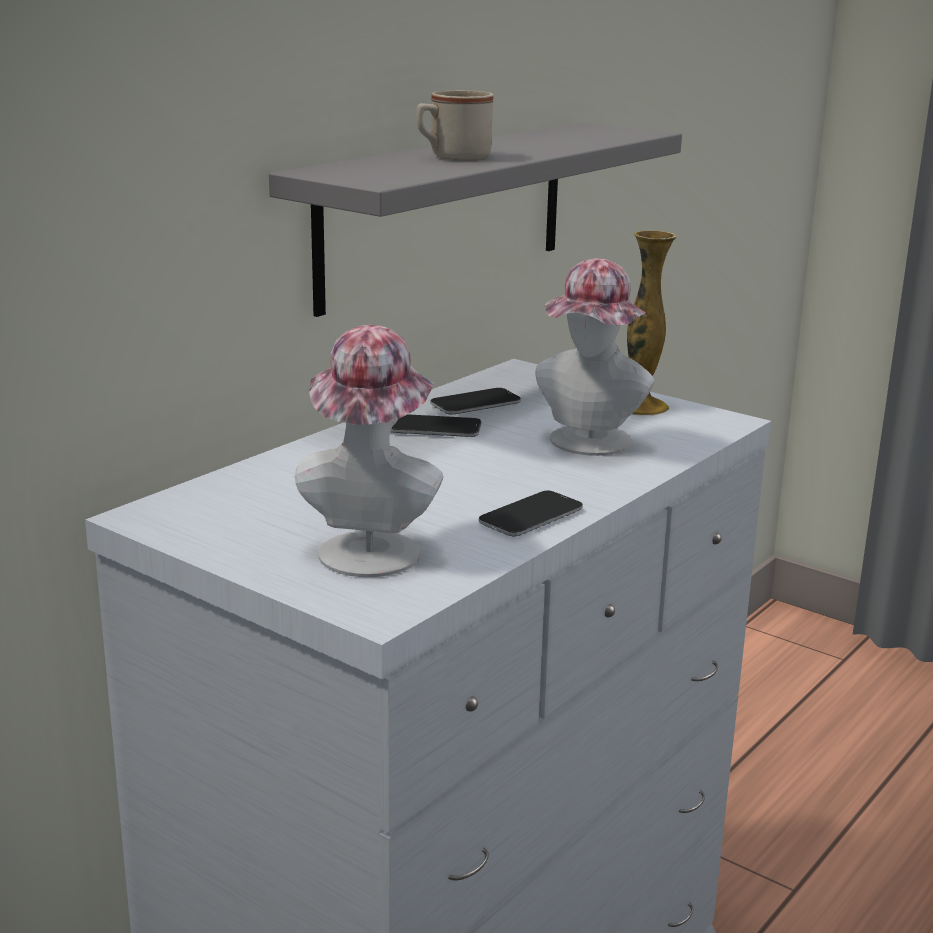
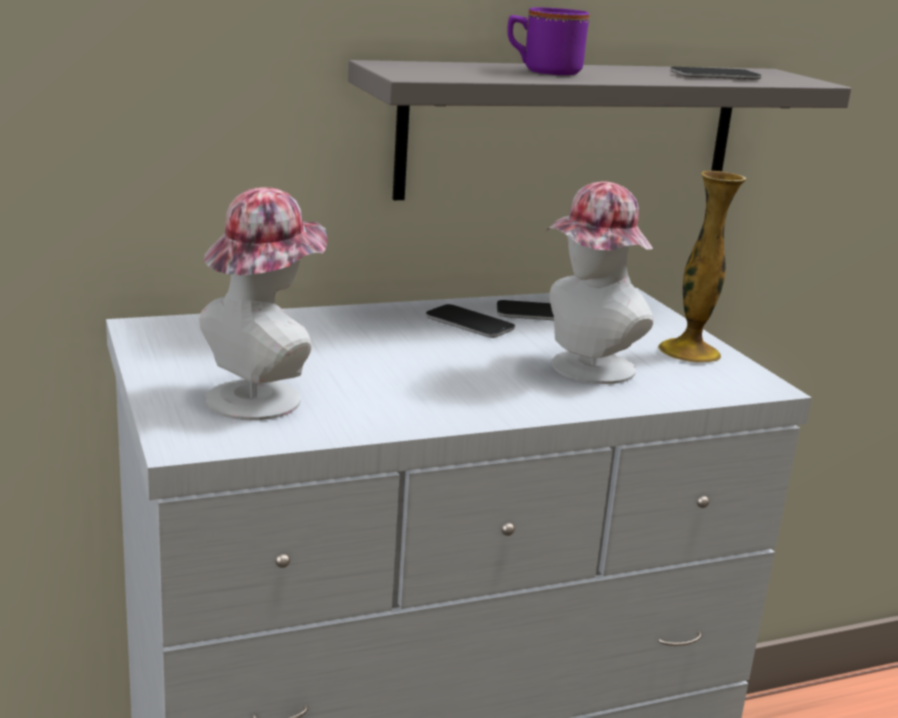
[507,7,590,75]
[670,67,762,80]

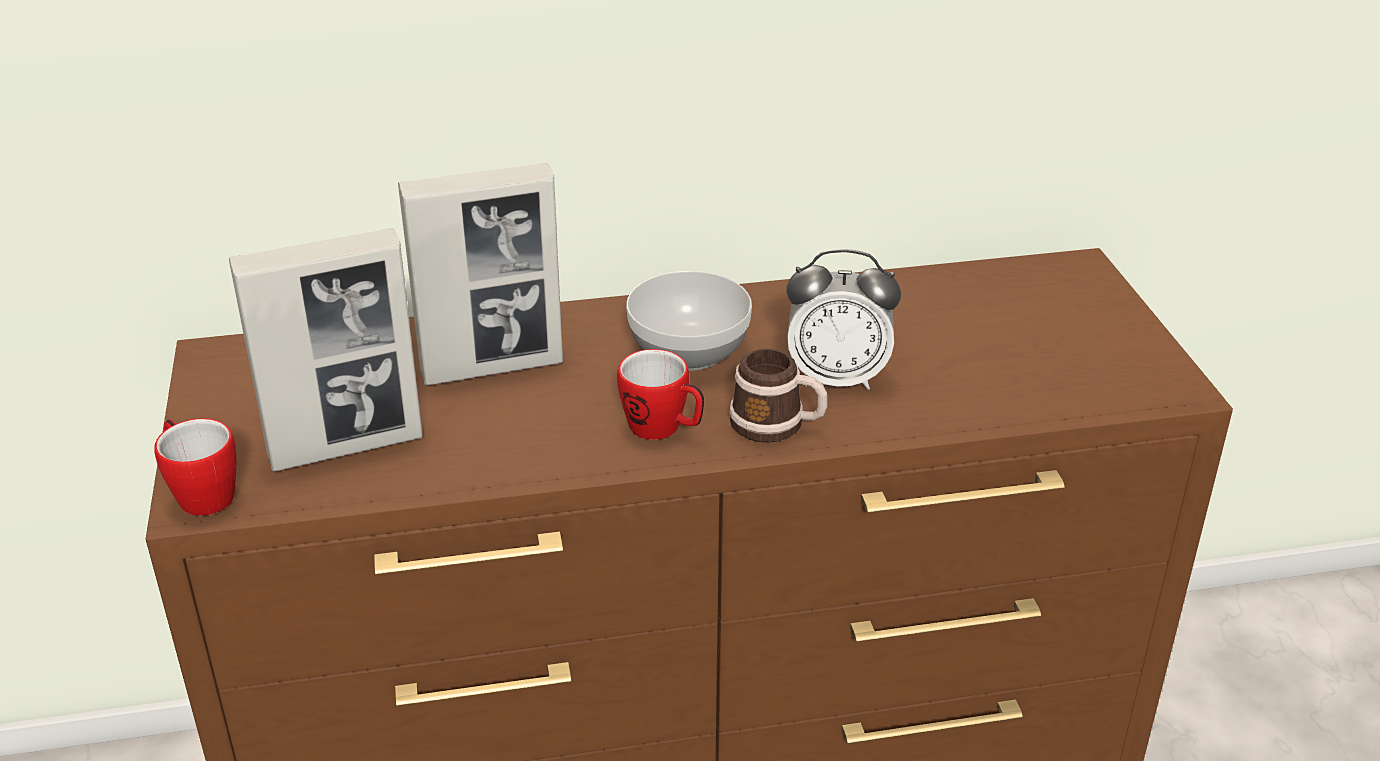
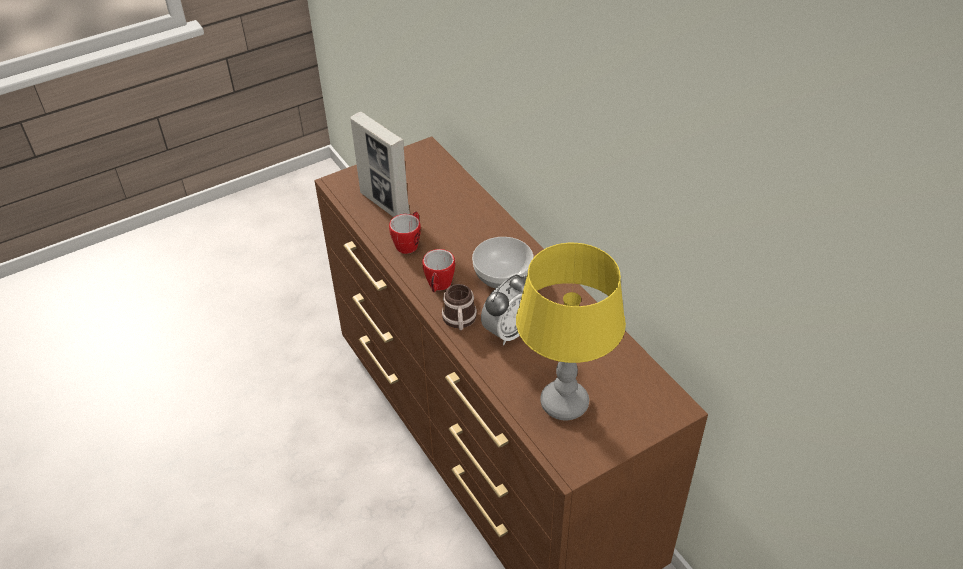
[389,212,421,254]
[398,163,563,385] (first image)
[481,275,526,345]
[516,243,626,420]

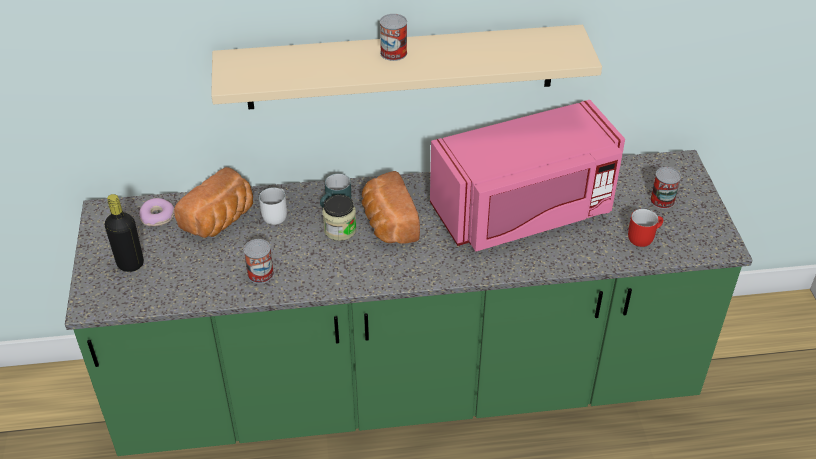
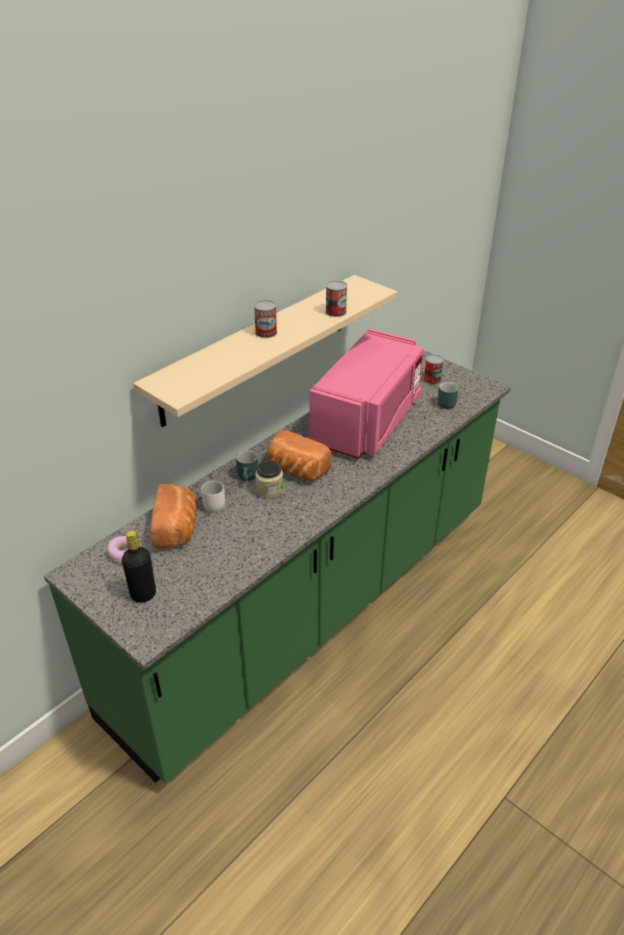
[326,280,347,317]
[438,382,459,409]

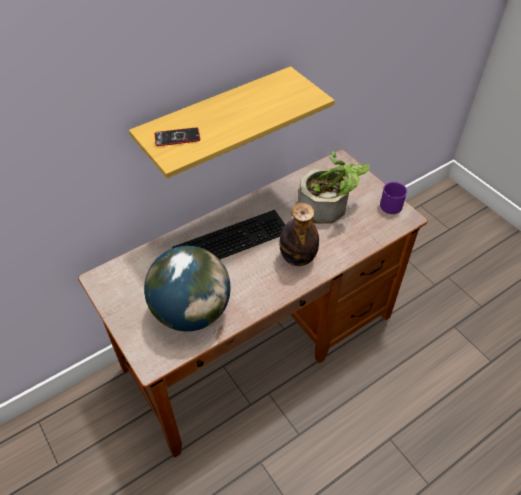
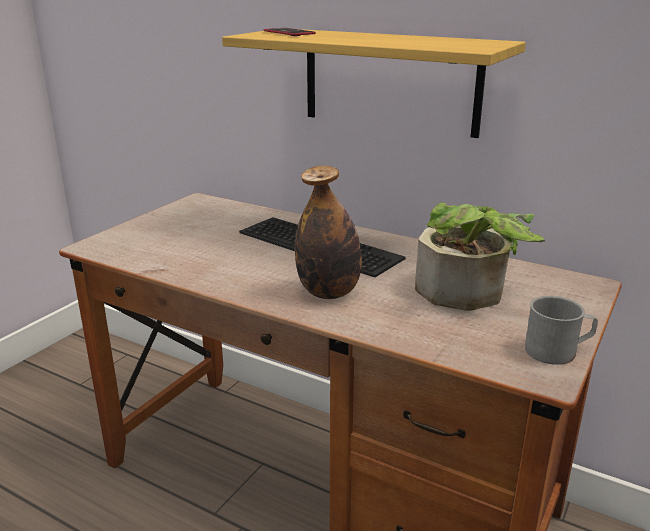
[144,246,231,332] (first image)
[525,296,598,365]

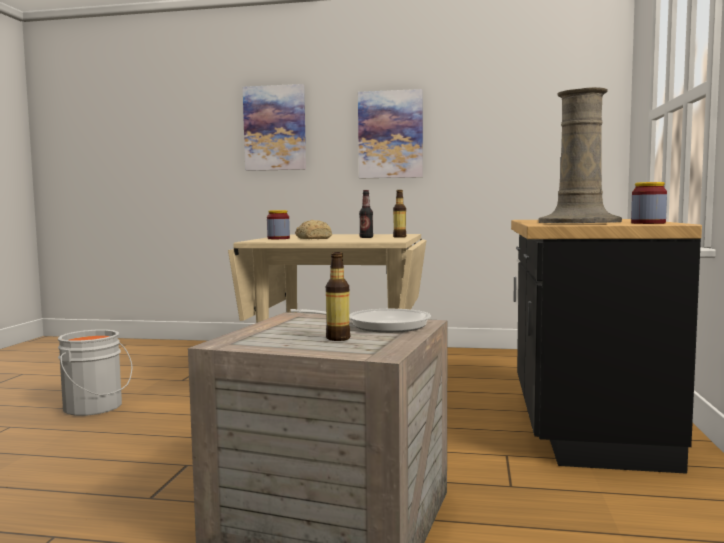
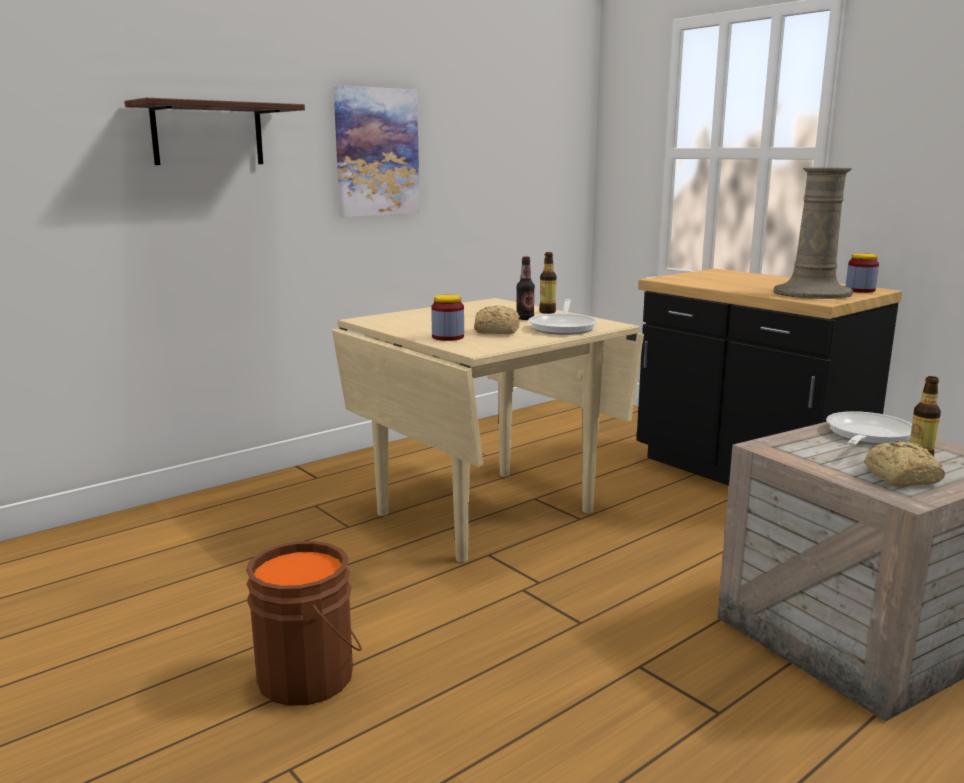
[246,541,362,706]
[125,98,305,165]
[528,299,598,335]
[864,441,945,486]

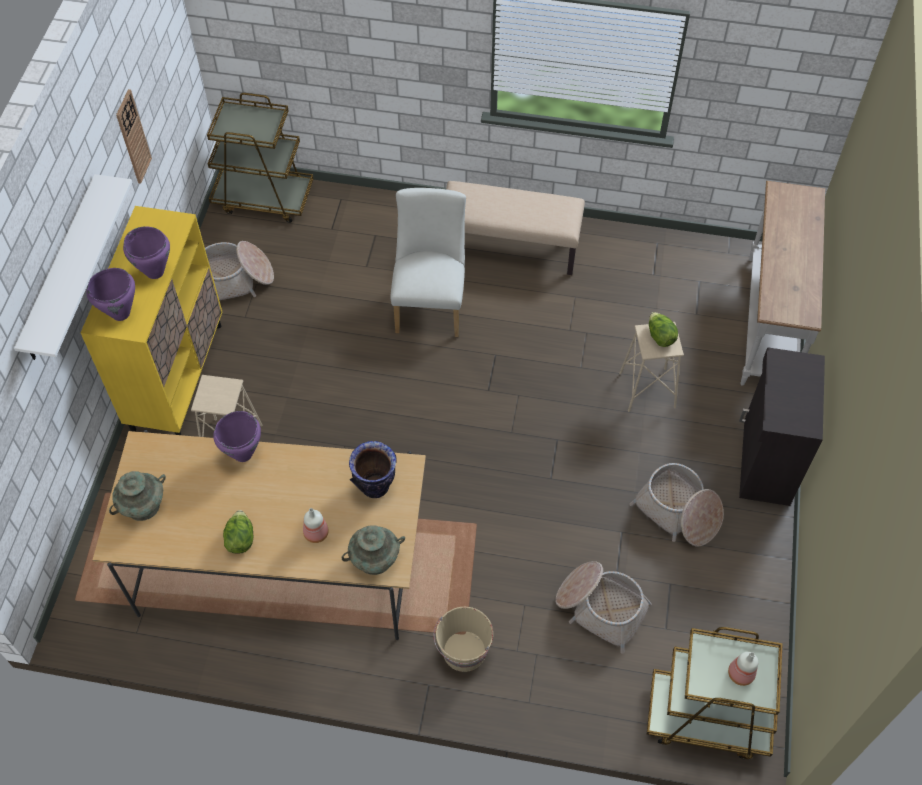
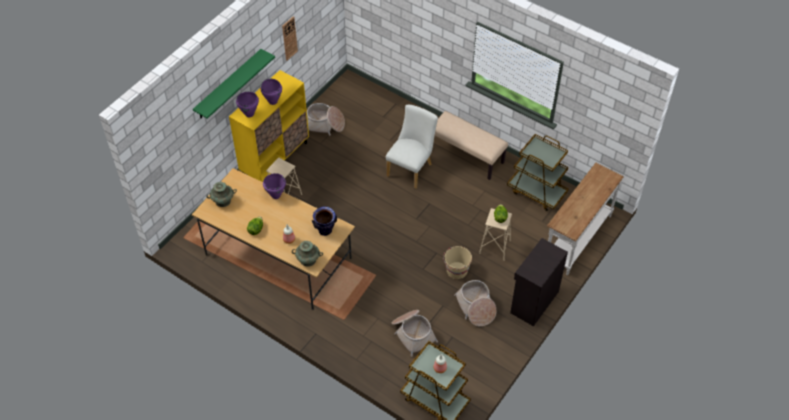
[193,49,275,119]
[507,134,569,211]
[443,246,472,279]

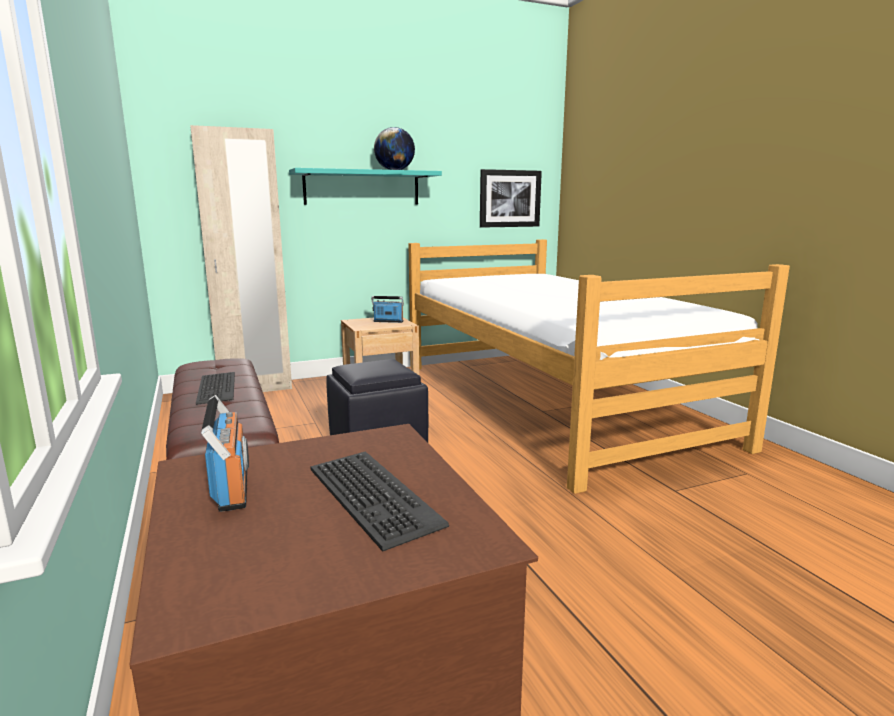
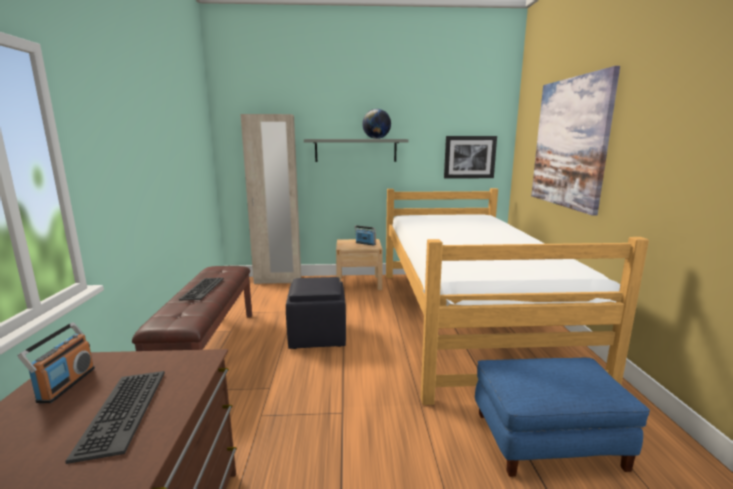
[304,139,409,162]
[475,358,650,477]
[531,66,620,216]

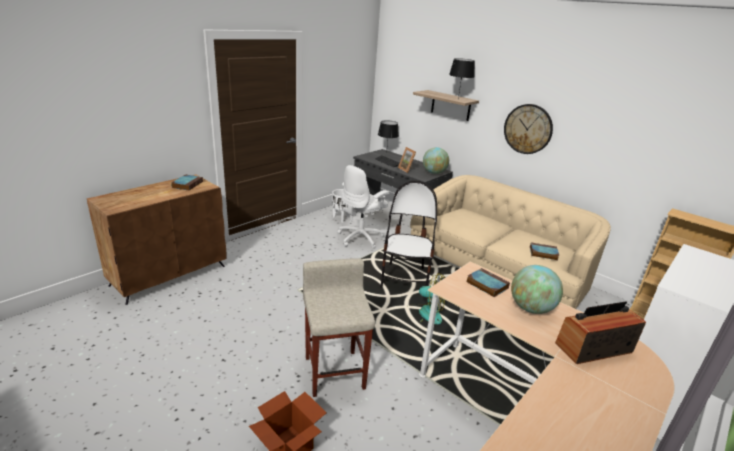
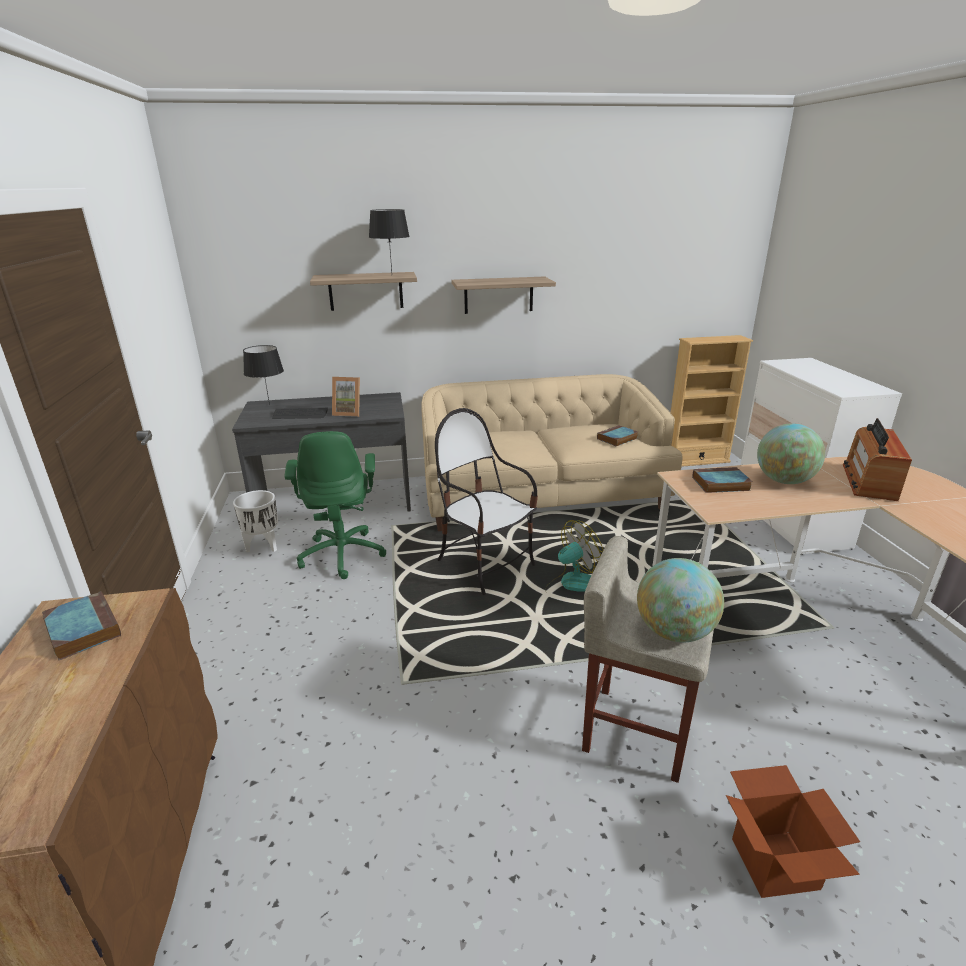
[285,431,386,579]
[637,558,724,643]
[452,277,556,314]

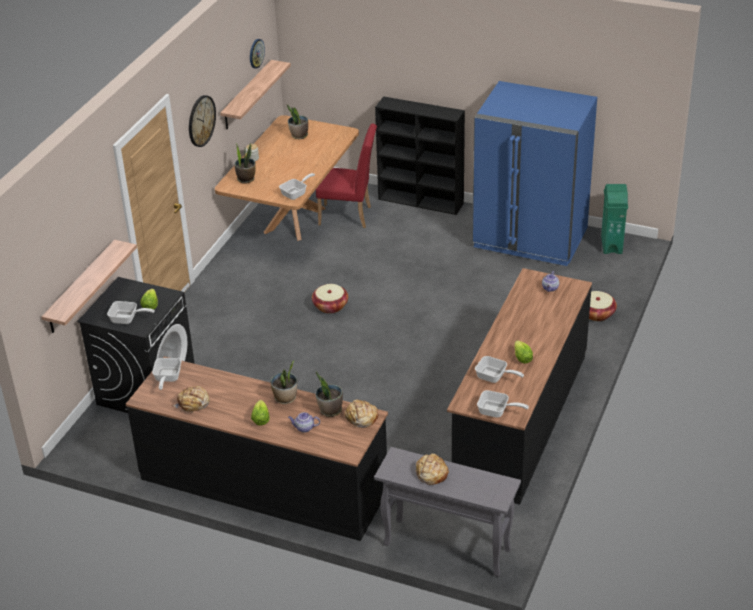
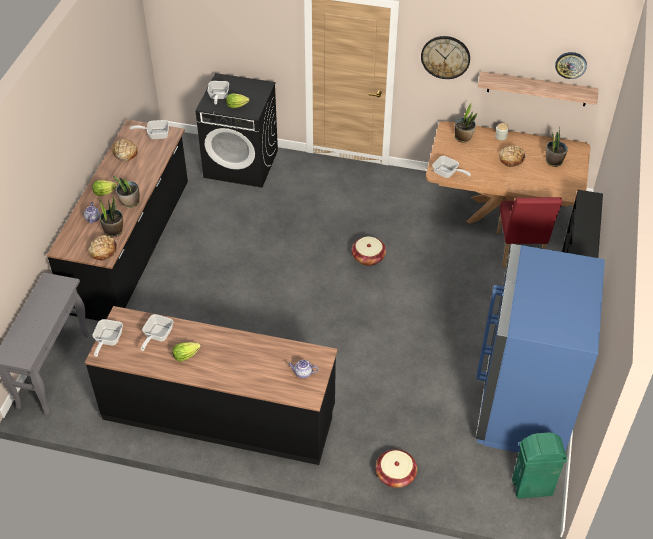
[41,240,137,333] (first image)
[499,145,527,167]

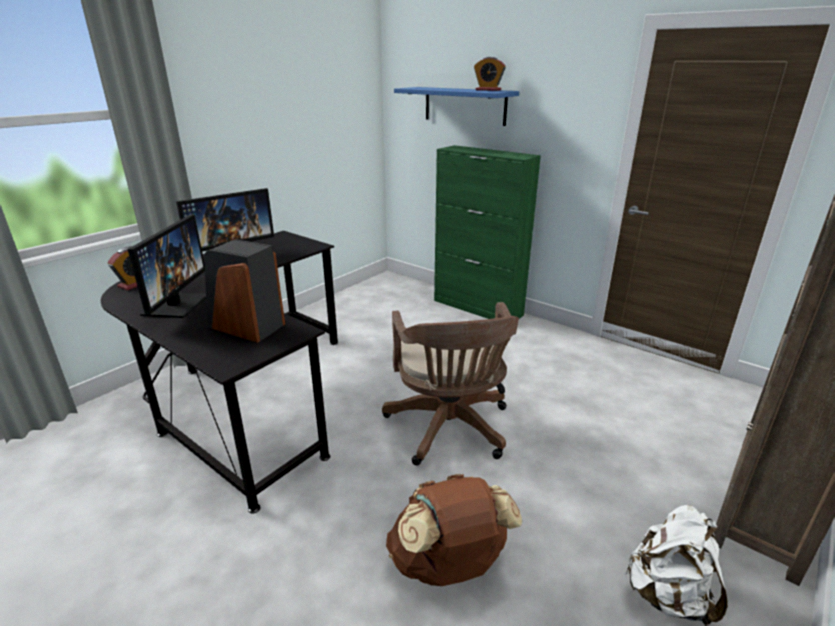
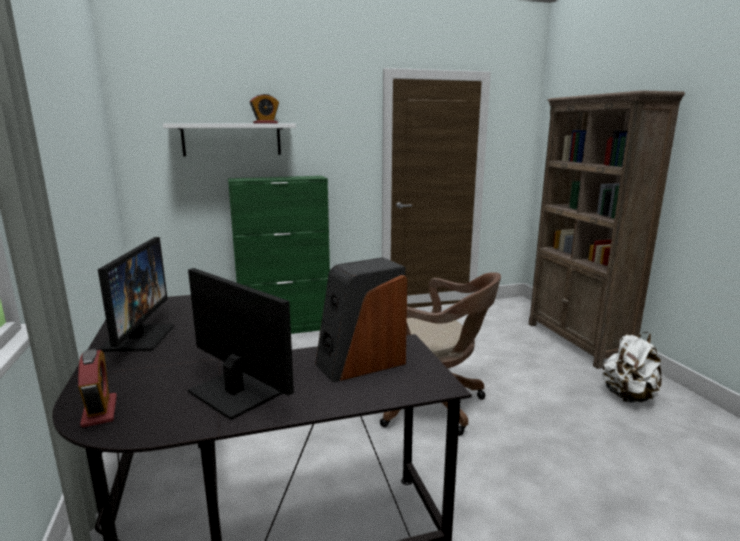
[386,474,522,586] (first image)
[163,123,296,156]

